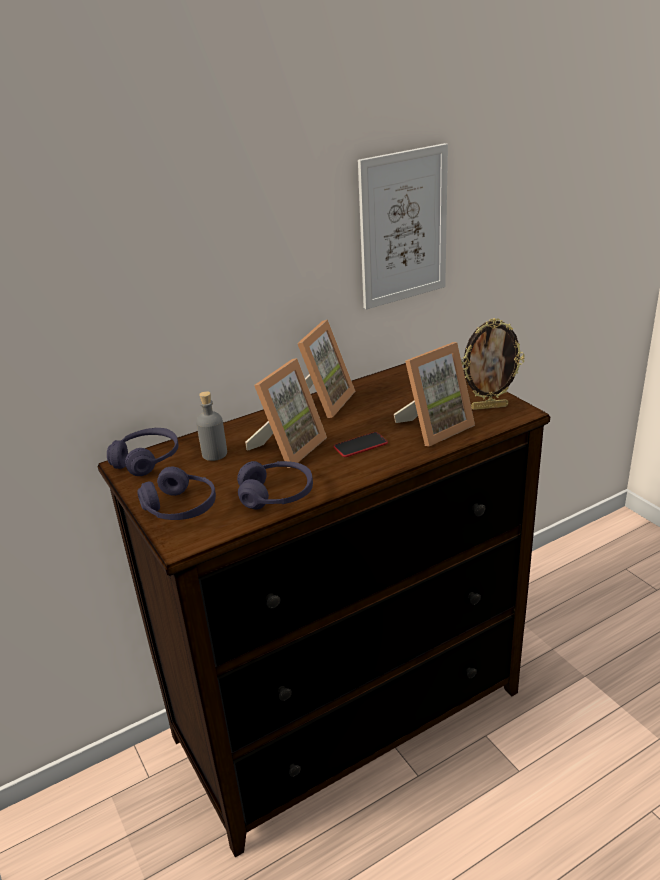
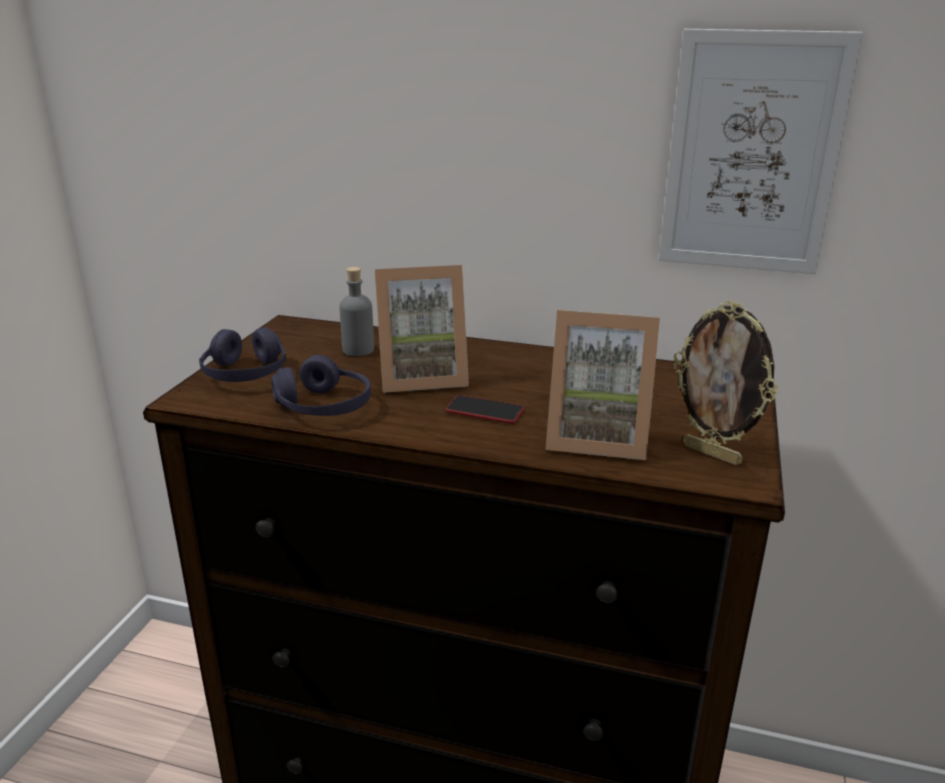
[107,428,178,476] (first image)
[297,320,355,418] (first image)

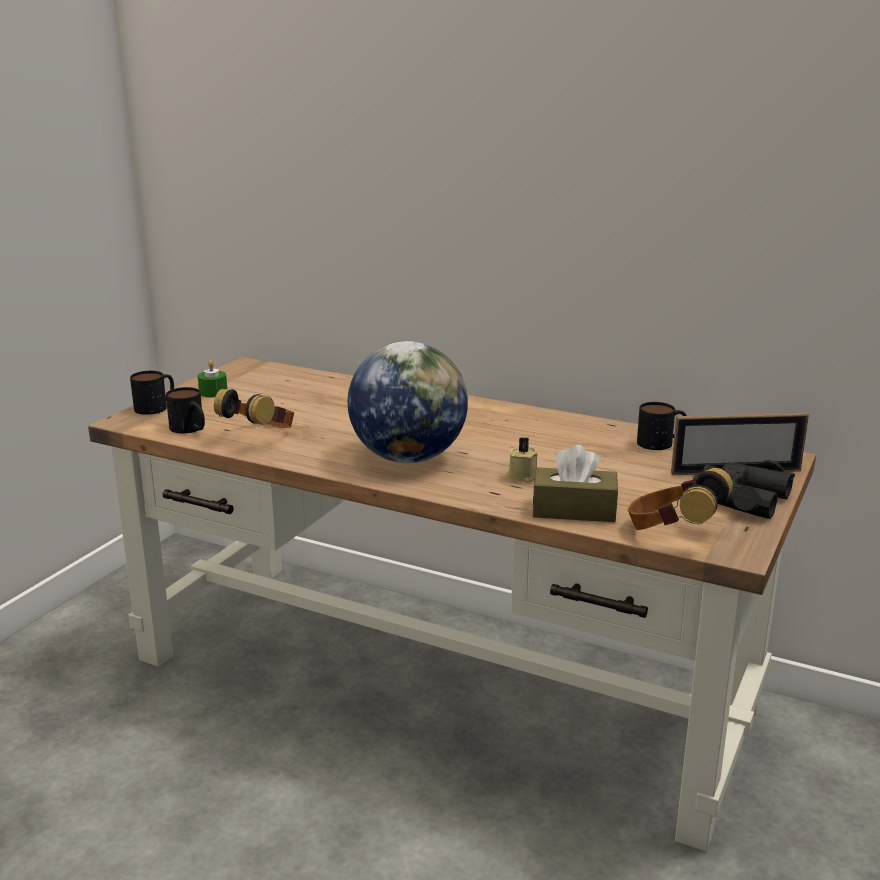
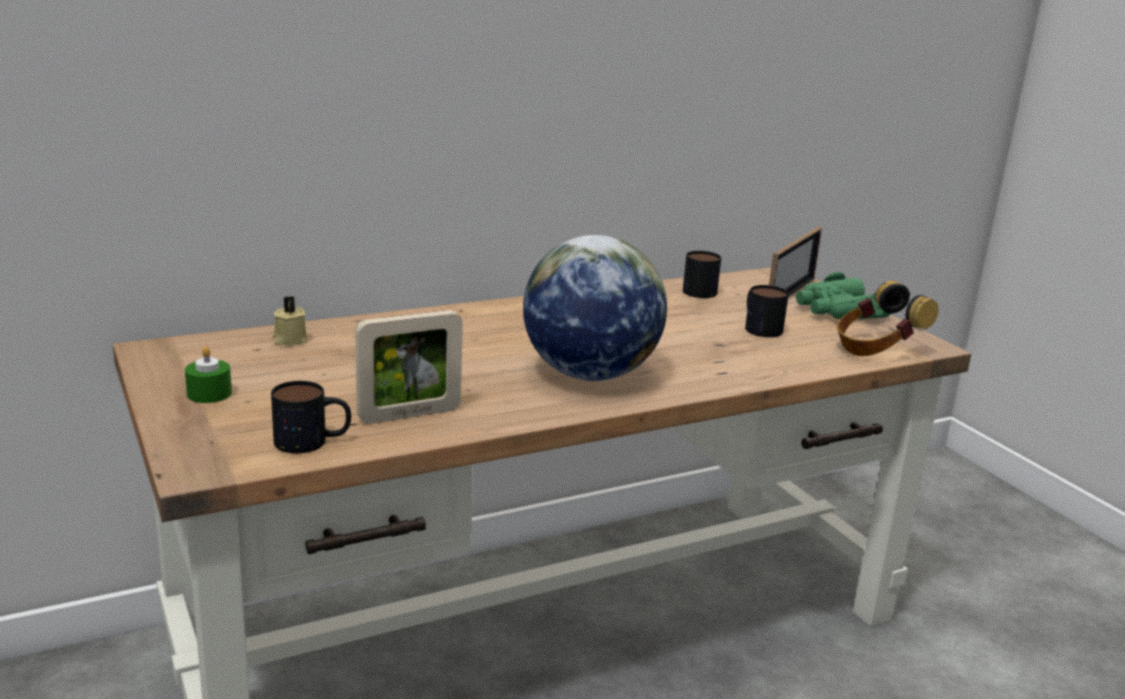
[745,285,789,337]
[355,310,463,424]
[272,296,307,345]
[533,445,618,522] (first image)
[796,272,890,319]

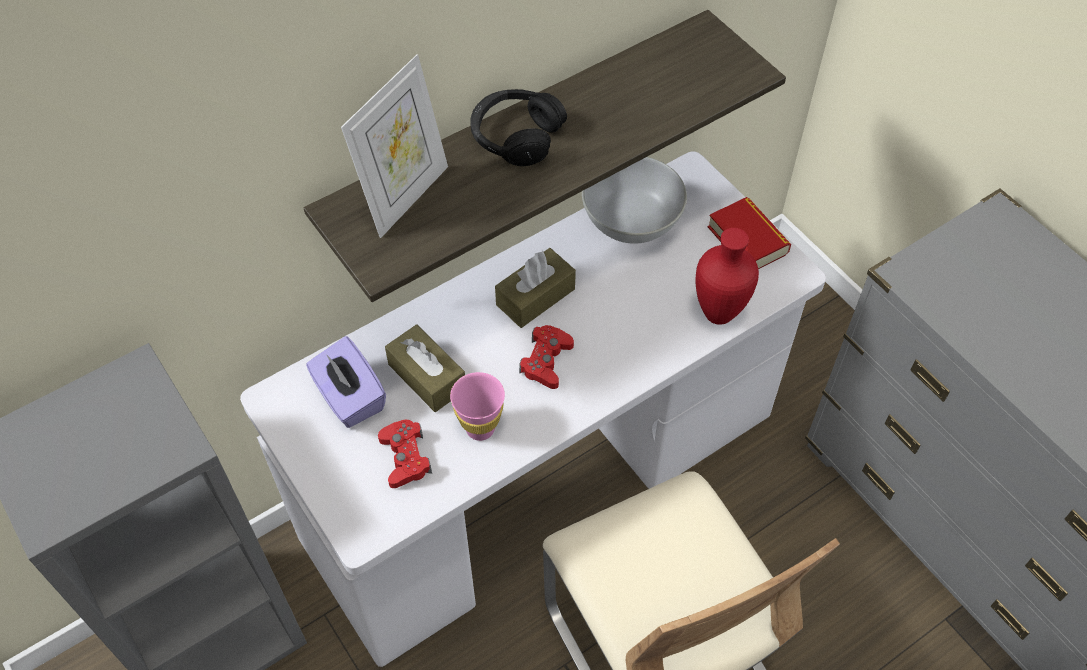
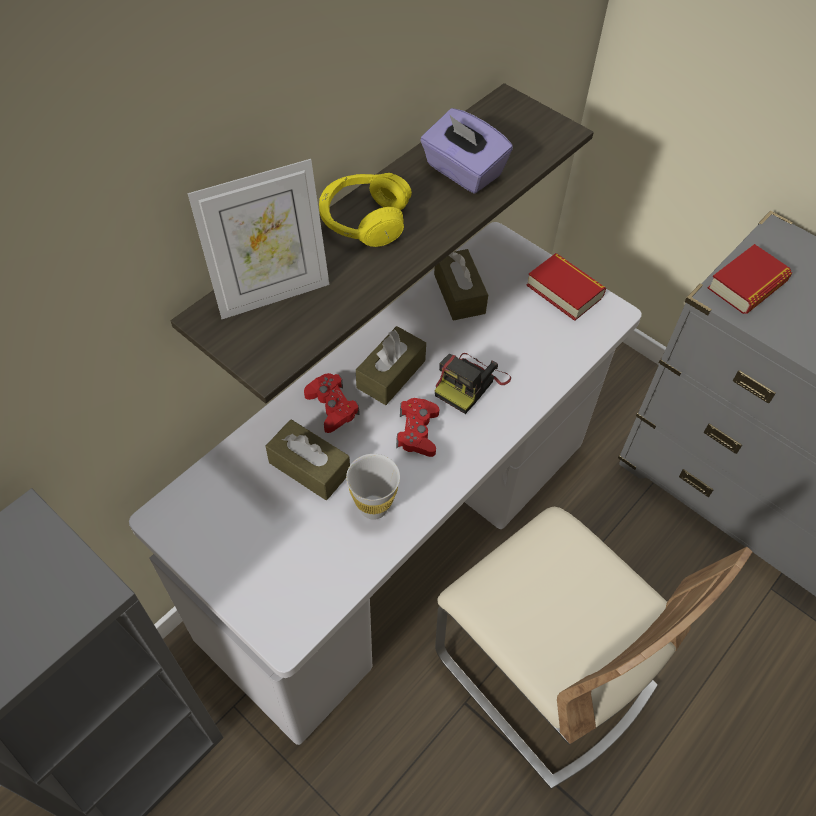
[420,108,513,193]
[187,159,329,319]
[304,373,360,433]
[346,454,400,520]
[319,173,412,247]
[434,249,488,320]
[695,228,759,325] (first image)
[435,353,511,414]
[708,244,792,314]

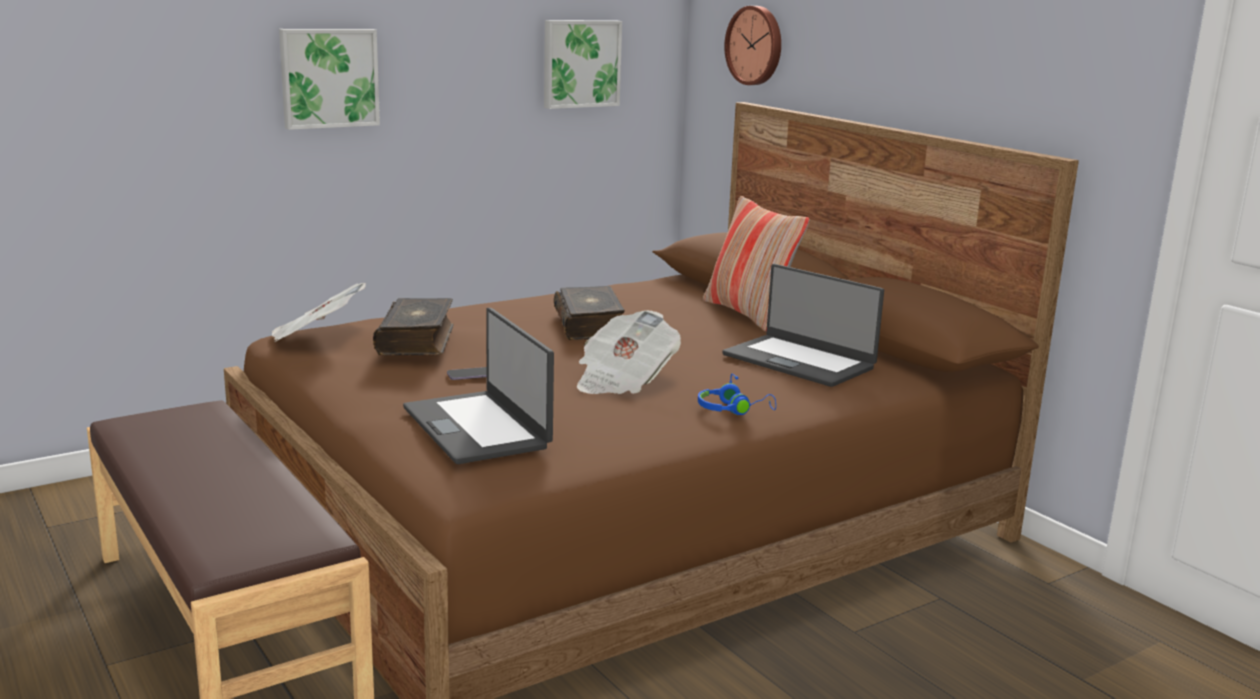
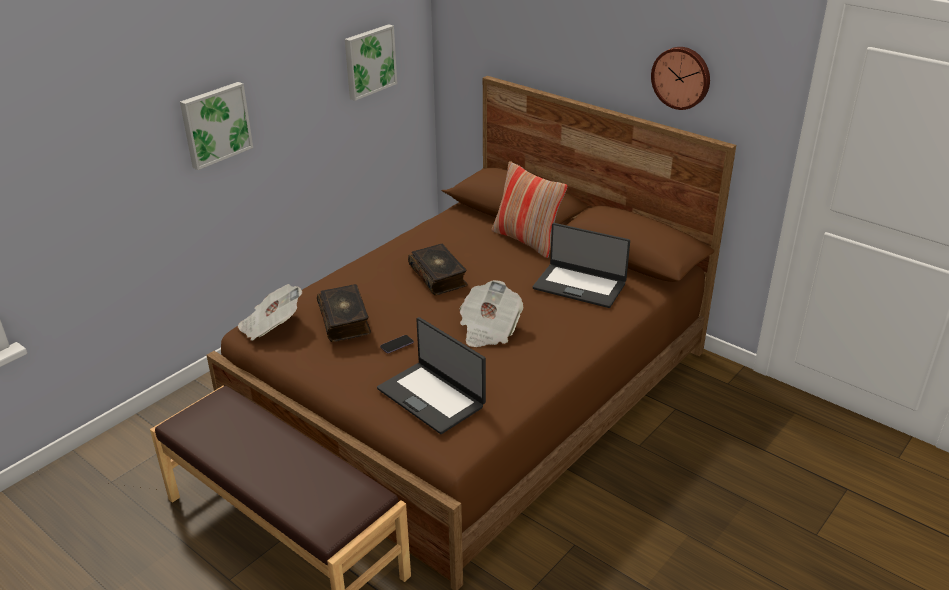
[698,374,776,415] (first image)
[651,47,710,110]

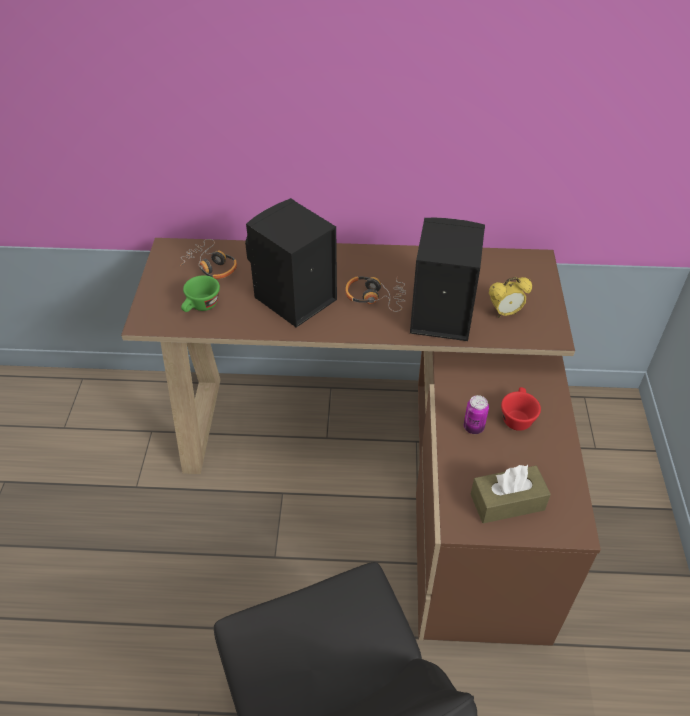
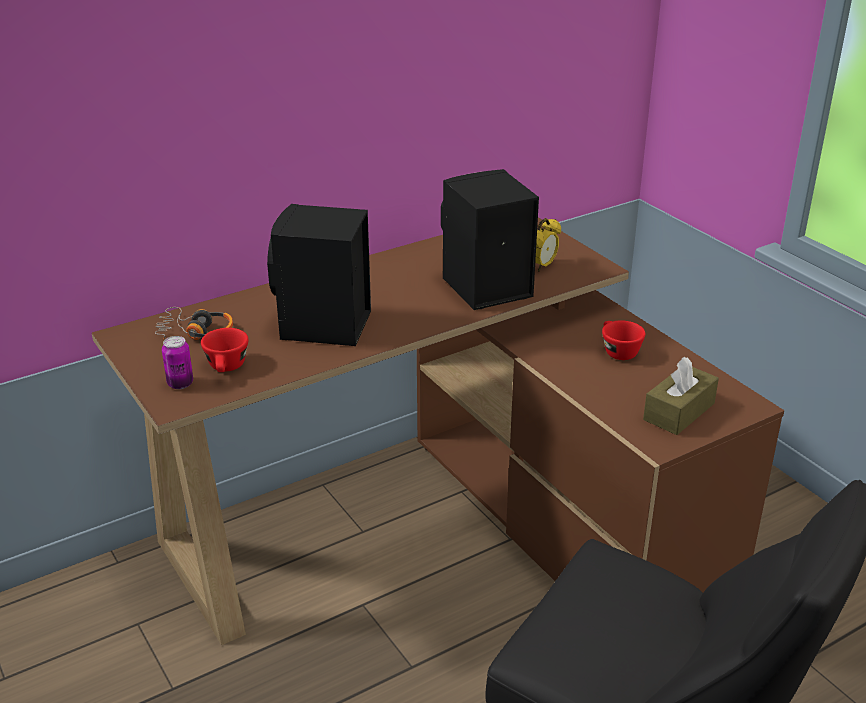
[201,328,248,372]
[345,276,406,312] (first image)
[162,336,193,389]

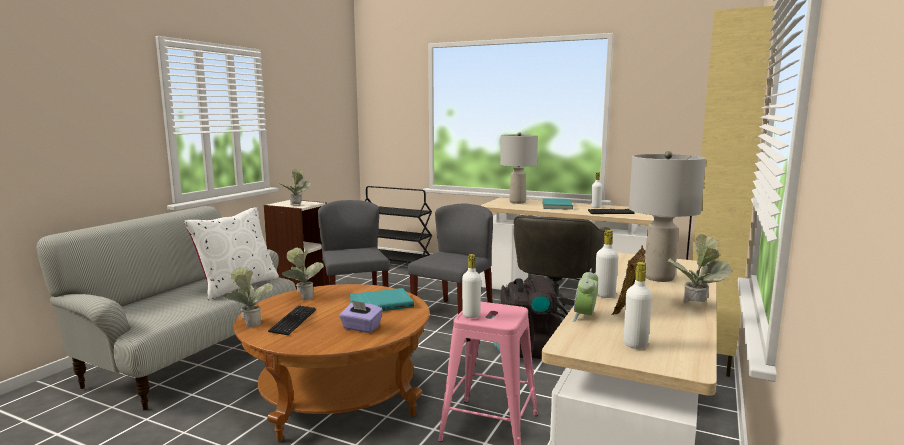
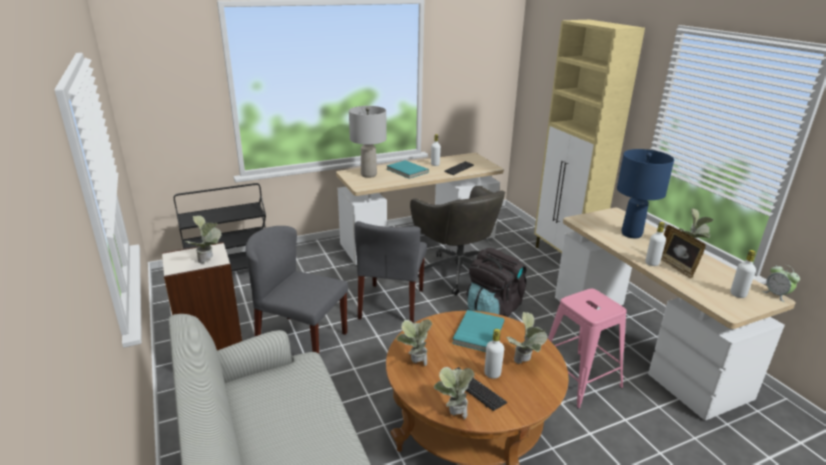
[184,207,279,300] (first image)
[506,312,547,364]
[354,221,427,323]
[484,329,504,379]
[763,265,800,302]
[617,149,674,239]

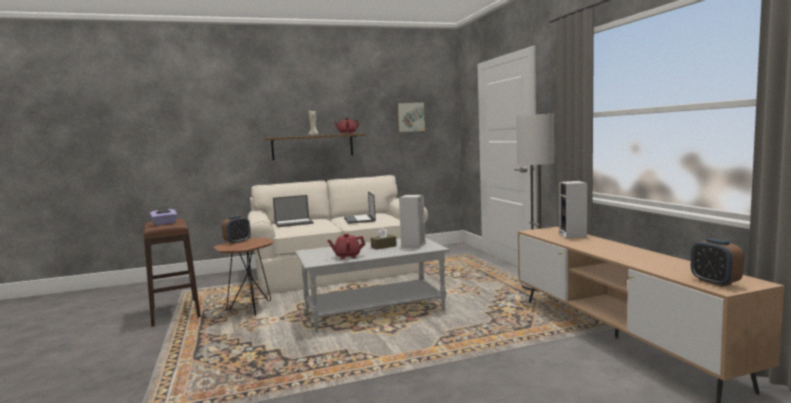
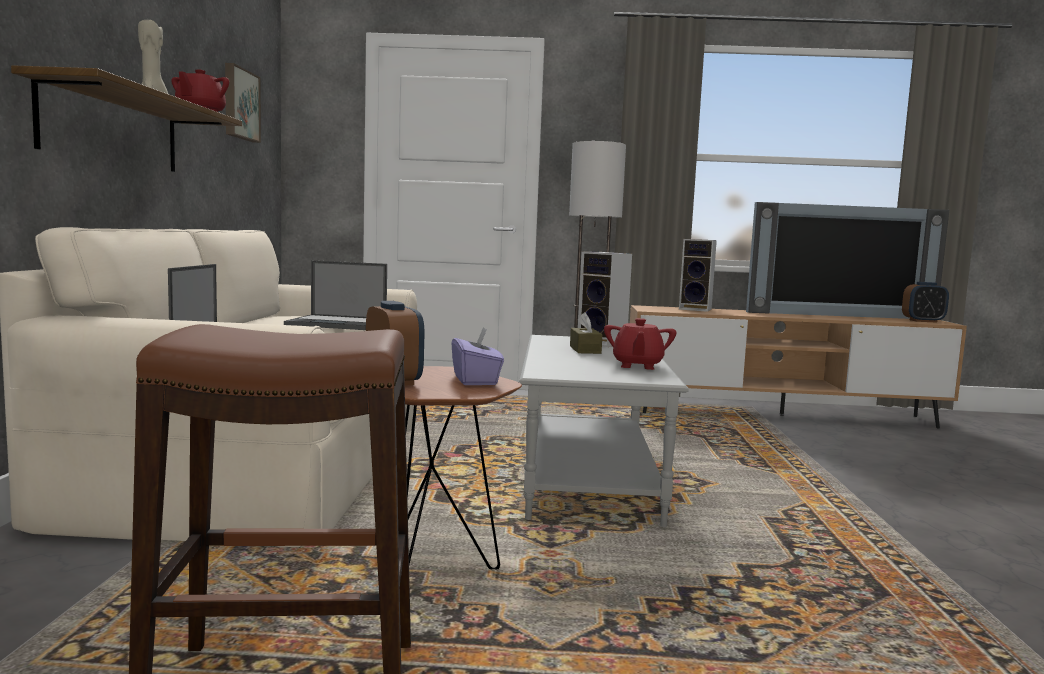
[451,326,504,385]
[746,202,949,319]

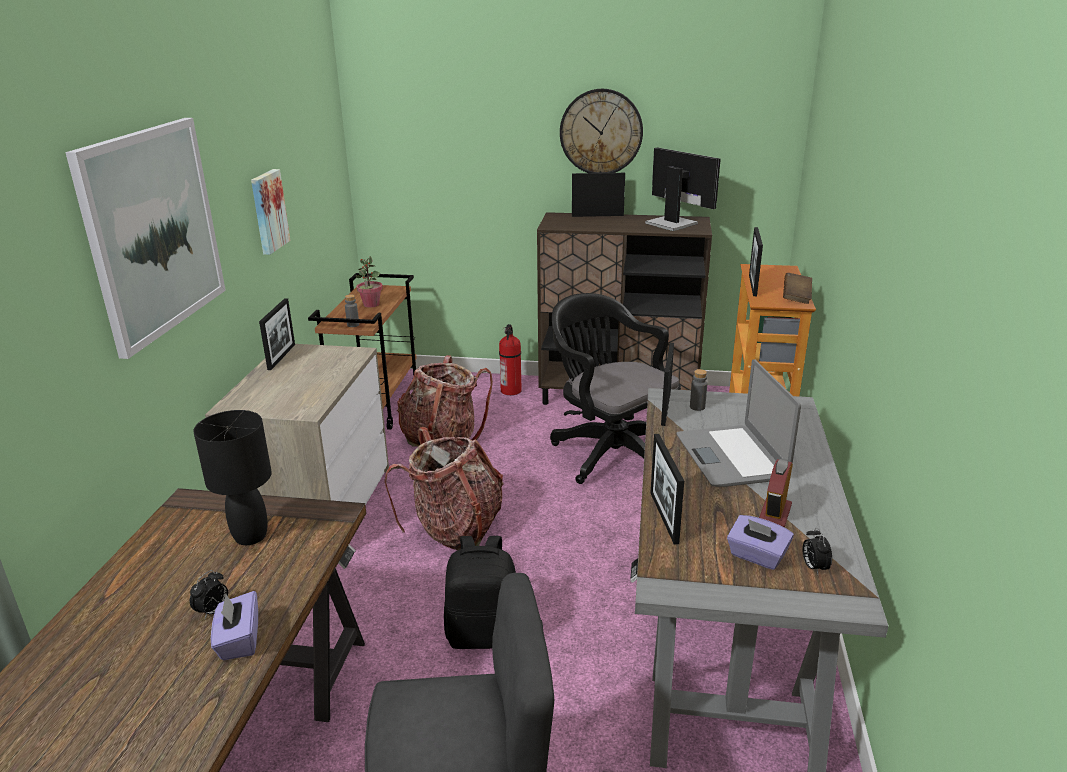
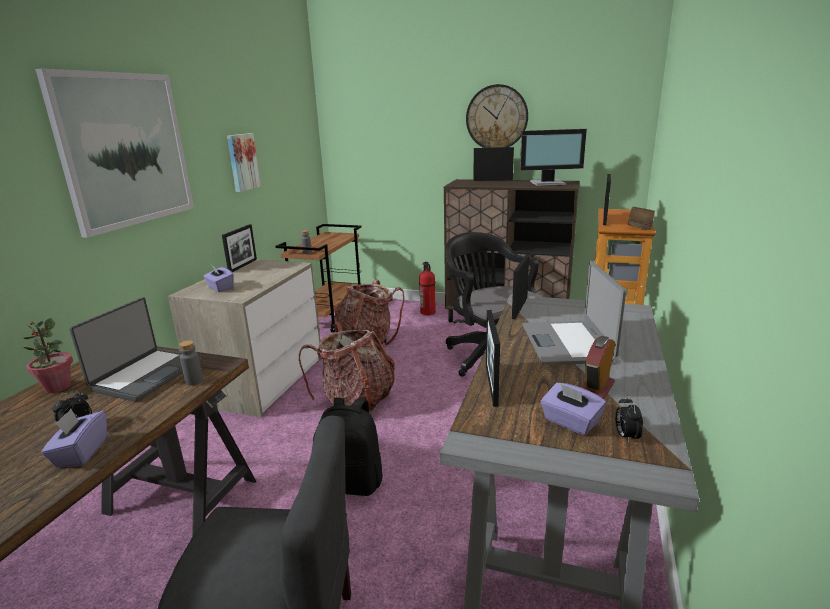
[69,297,201,402]
[23,318,73,393]
[520,129,587,186]
[179,340,203,386]
[204,266,234,292]

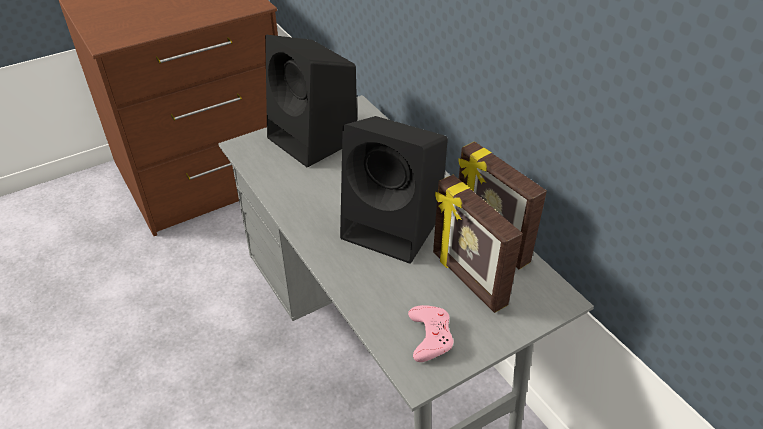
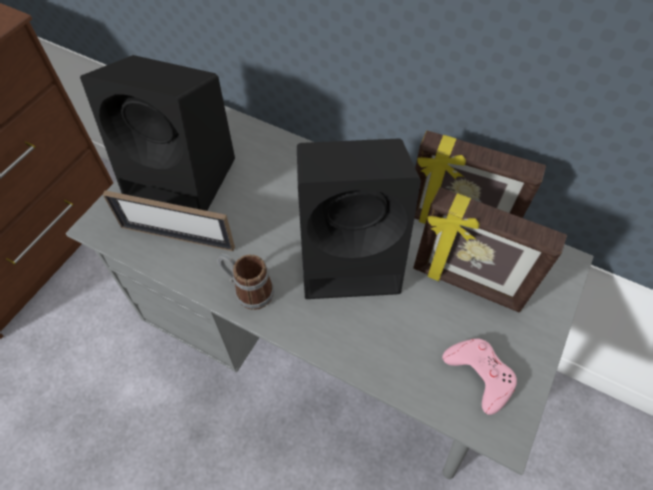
[103,190,235,251]
[217,254,274,310]

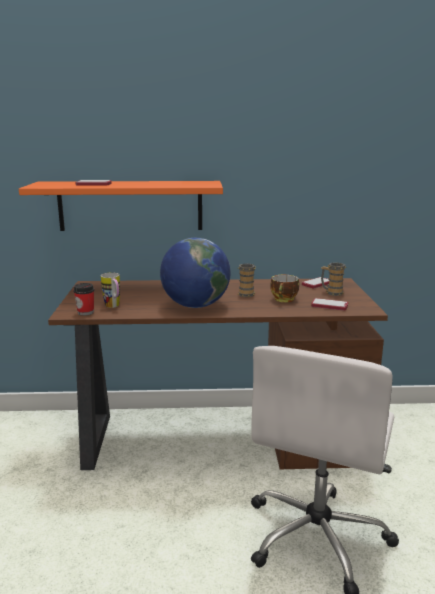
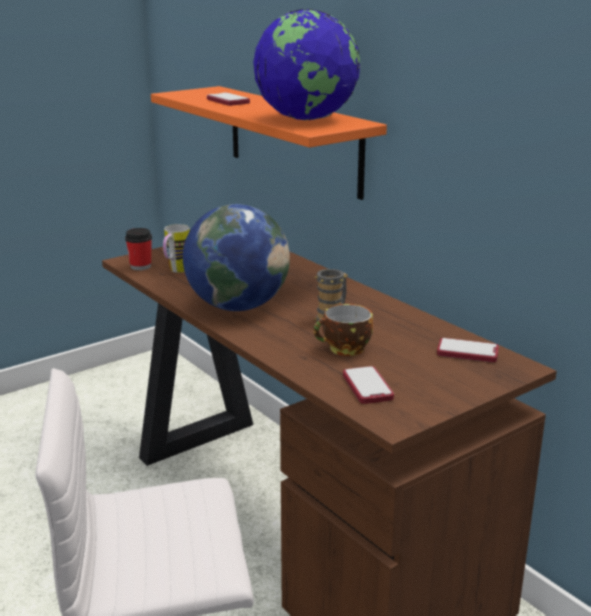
[321,263,347,296] (first image)
[253,9,360,120]

